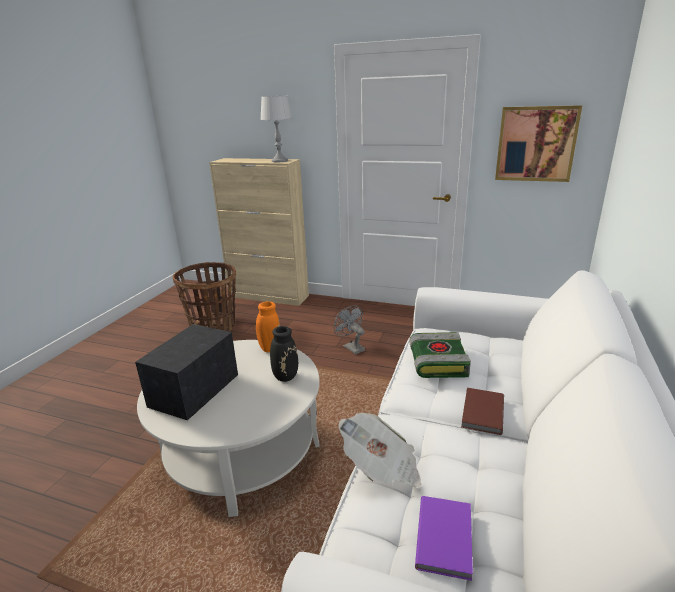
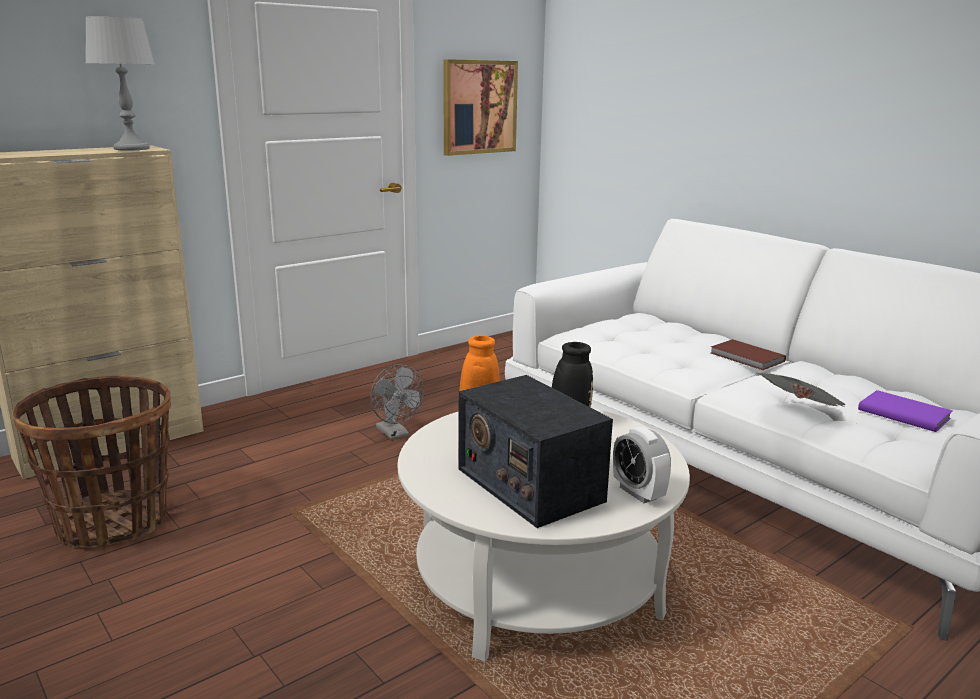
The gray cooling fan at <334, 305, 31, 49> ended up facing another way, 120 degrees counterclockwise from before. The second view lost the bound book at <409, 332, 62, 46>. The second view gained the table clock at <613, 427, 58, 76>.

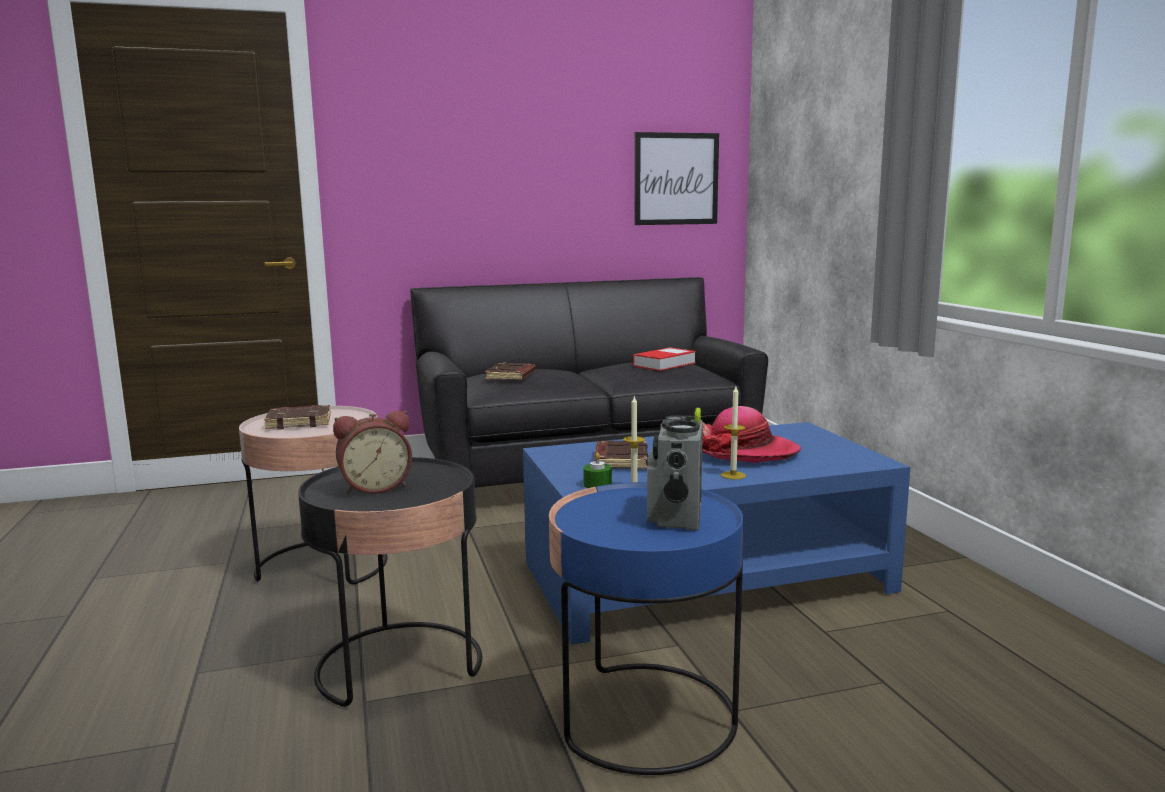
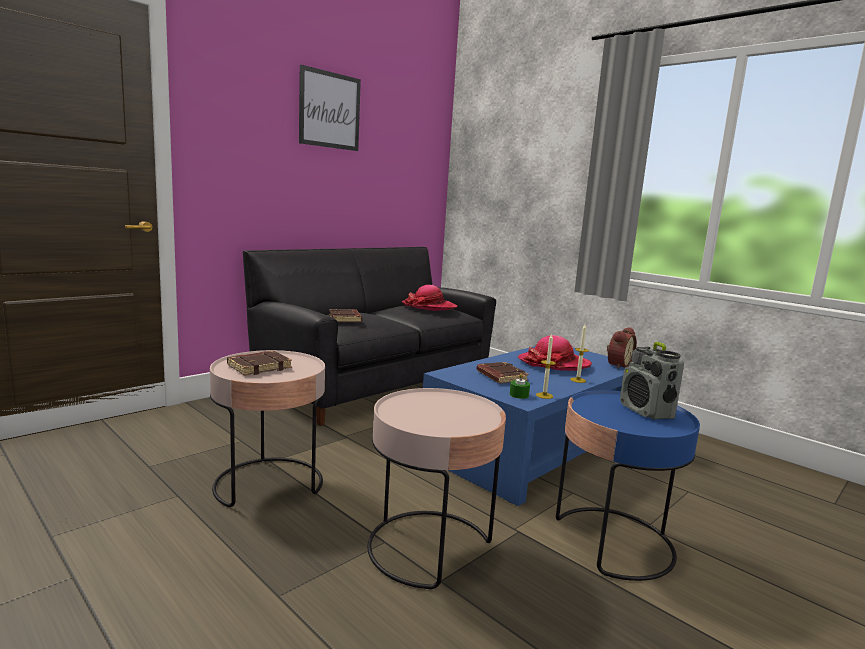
The wall art ended up elsewhere, having gone from <634, 132, 85, 93> to <299, 65, 62, 86>. Where the bound book stood at <633, 347, 63, 24>, the wearable hat came to stand at <402, 285, 56, 26>. The table clock ended up elsewhere, having gone from <333, 410, 79, 84> to <607, 327, 30, 42>. What was the black-coloured accent table at <298, 457, 184, 250> turned into the pinkish accent table at <367, 388, 139, 202>.

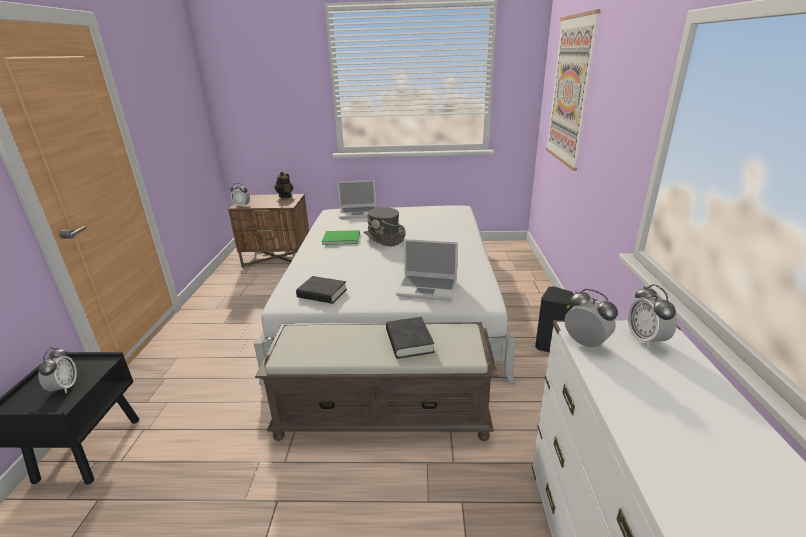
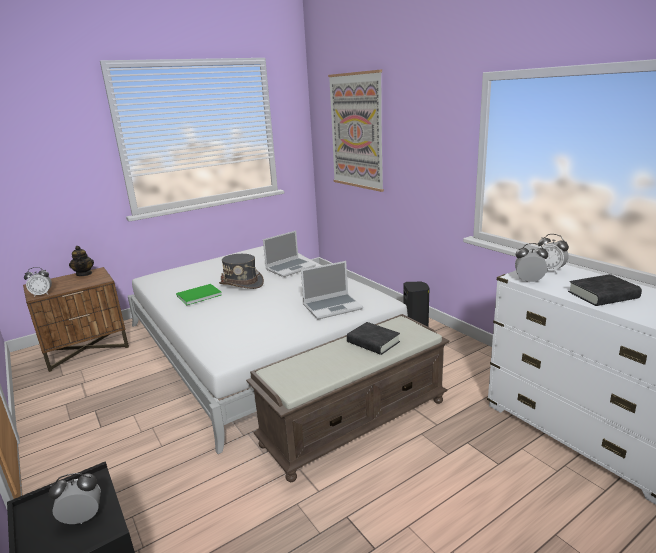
The notebook computer ended up elsewhere, having gone from <338, 180, 38, 39> to <263, 231, 53, 46>. The black-coloured bound book ended up elsewhere, having gone from <296, 276, 51, 28> to <568, 274, 74, 32>. The table clock at <38, 348, 39, 45> ended up facing another way, 60 degrees counterclockwise from before.

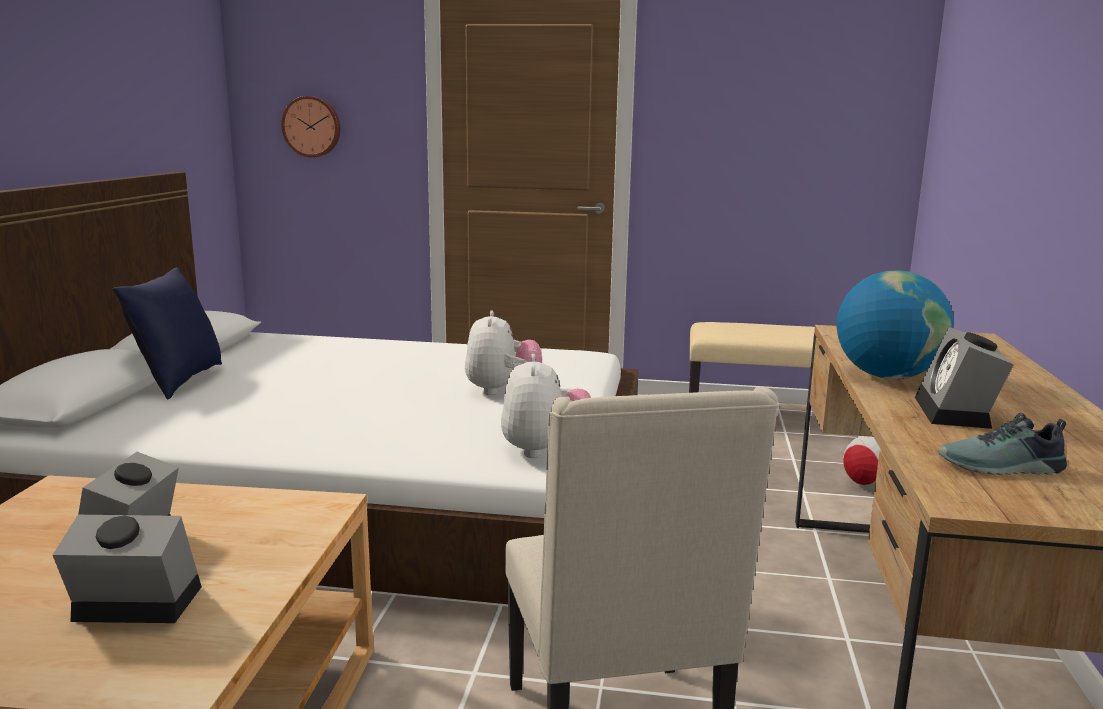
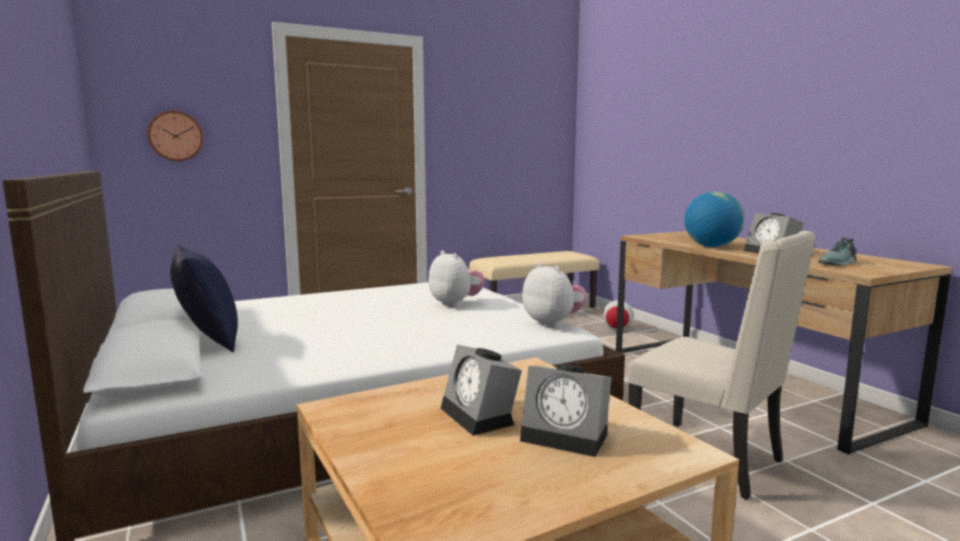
The table clock at <53, 515, 149, 108> ended up facing another way, 120 degrees counterclockwise from before.

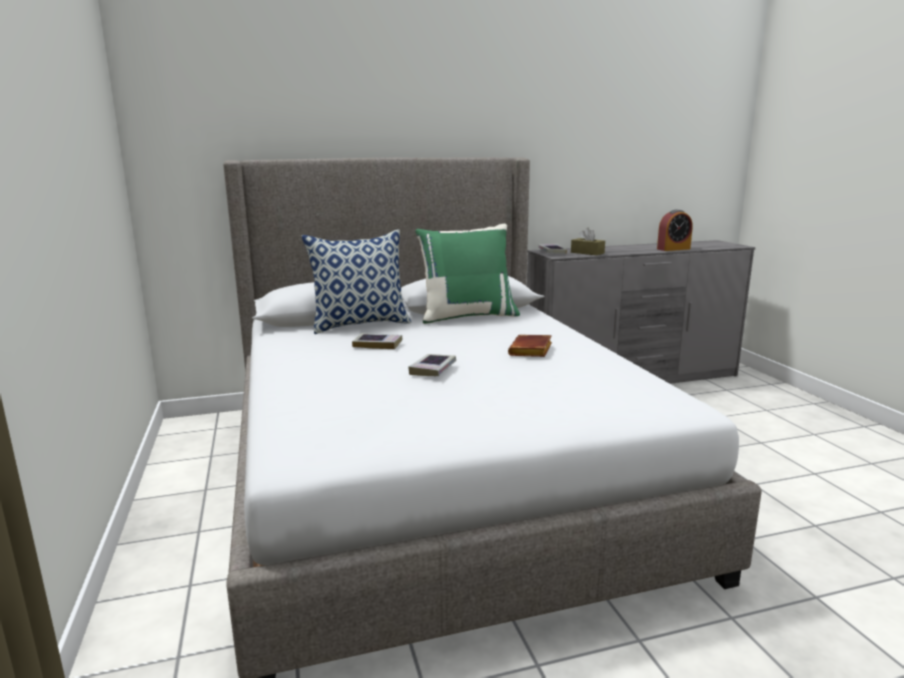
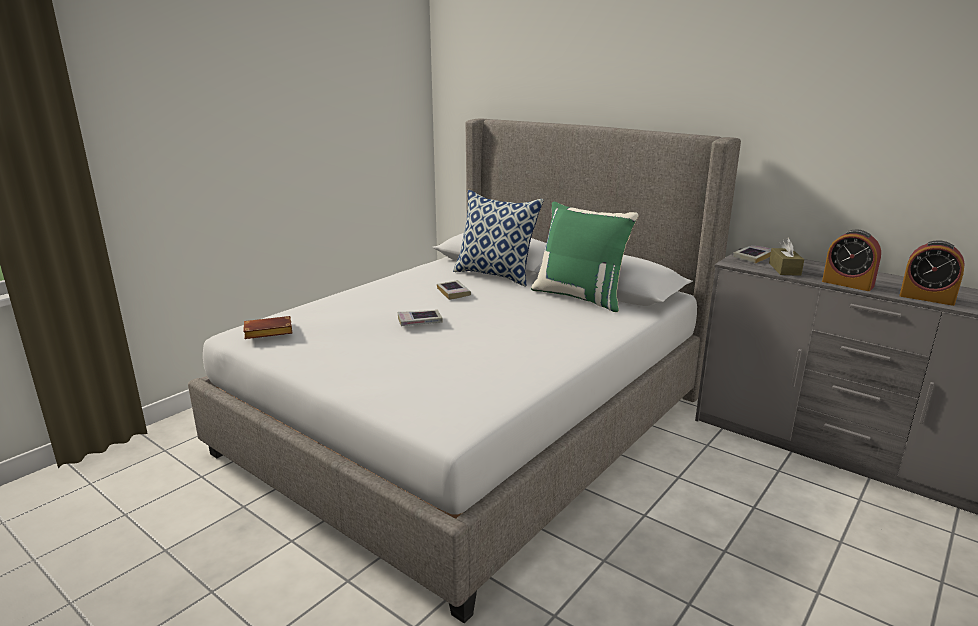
The brown-coloured bound book ended up elsewhere, having gone from <508, 335, 44, 22> to <243, 316, 49, 23>. The second view gained the table clock at <822, 229, 59, 62>.

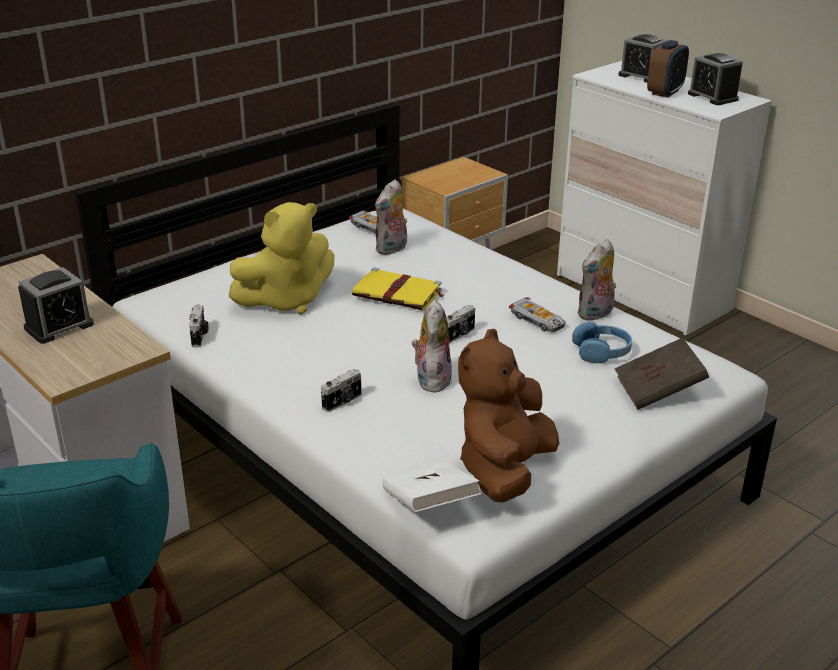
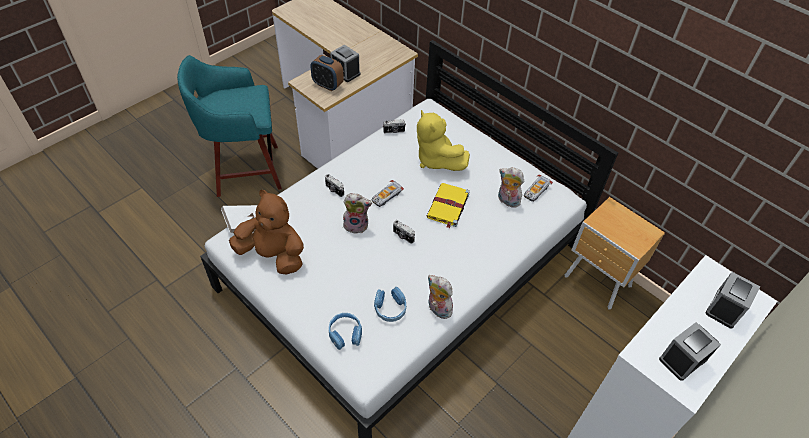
The table clock ended up elsewhere, having gone from <647, 40, 42, 58> to <310, 55, 34, 36>. The toy car ended up elsewhere, having gone from <509, 297, 57, 36> to <371, 180, 33, 27>. Where the brown-coloured bound book stood at <615, 337, 94, 73>, the bluish headset came to stand at <329, 313, 33, 37>.

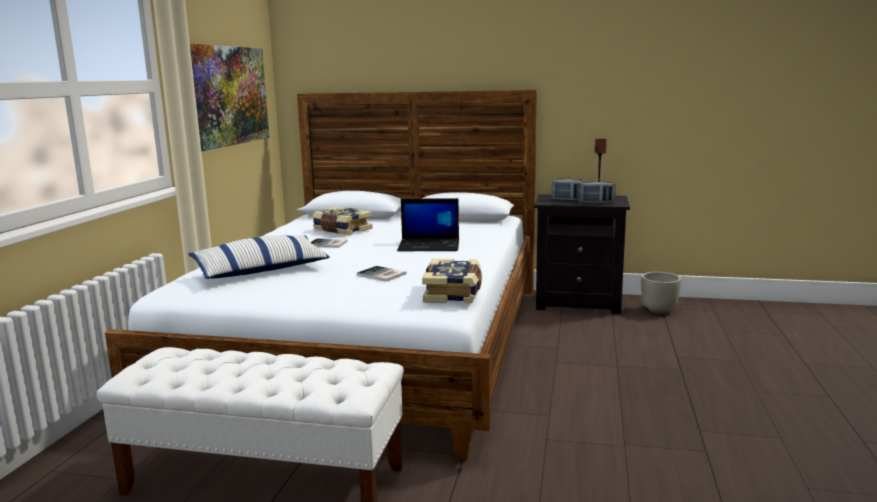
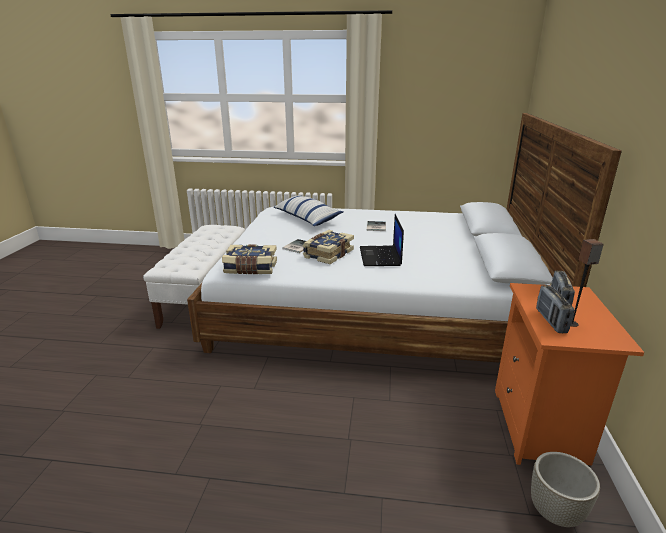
The second view lost the wall art at <190, 43, 79, 108>. What was the black-coloured night table at <534, 194, 96, 120> turned into the orangey night table at <495, 283, 149, 183>. The bound book ended up elsewhere, having gone from <312, 207, 61, 28> to <303, 230, 51, 34>.

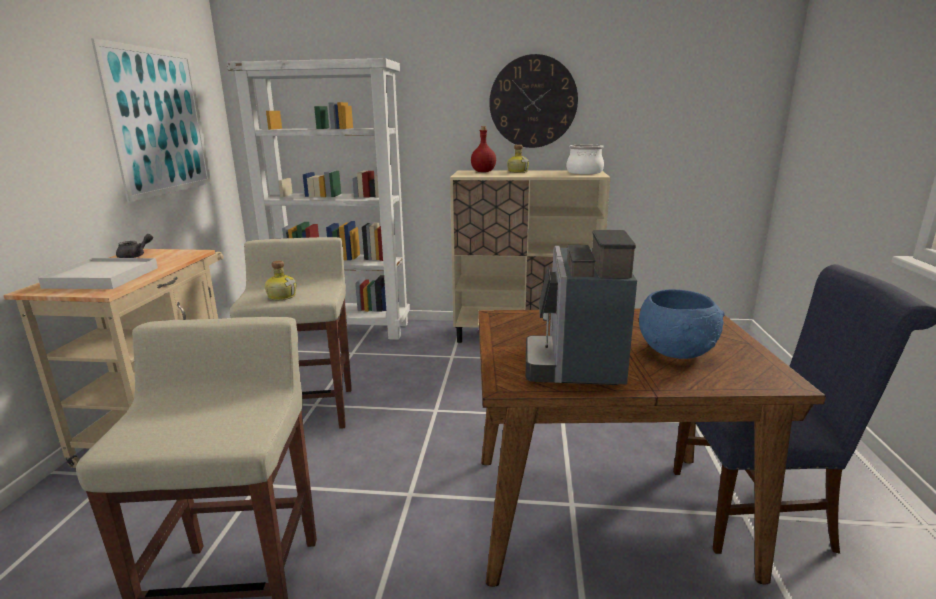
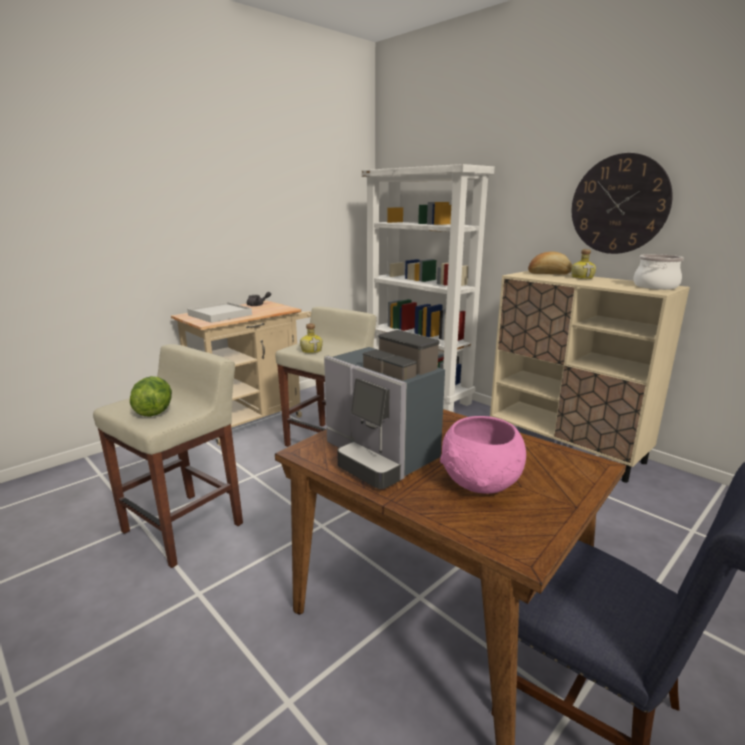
The second view lost the wall art at <91, 38, 120, 164>. Where the red-coloured bottle stood at <471, 126, 25, 46>, the baked bread came to stand at <528, 251, 44, 24>. The coffee machine at <526, 230, 111, 155> ended up facing another way, 90 degrees counterclockwise from before. What was the bluish deep dish at <639, 289, 86, 70> turned into the pinkish deep dish at <440, 416, 86, 78>. The second view gained the head of lettuce at <130, 376, 42, 41>.

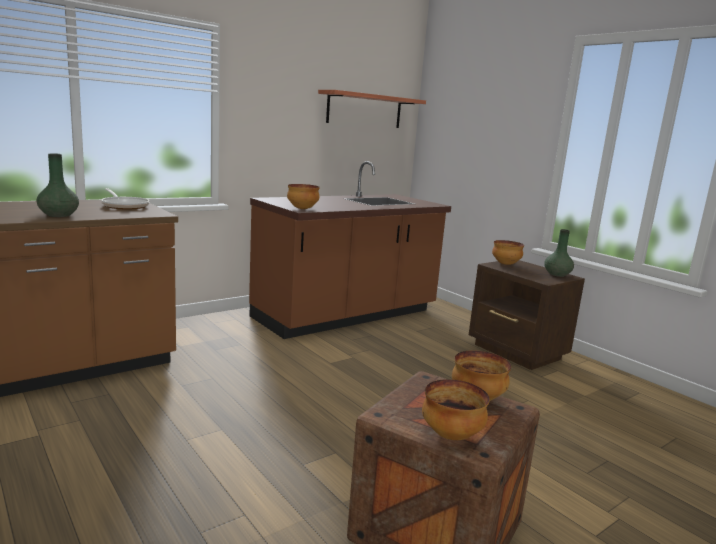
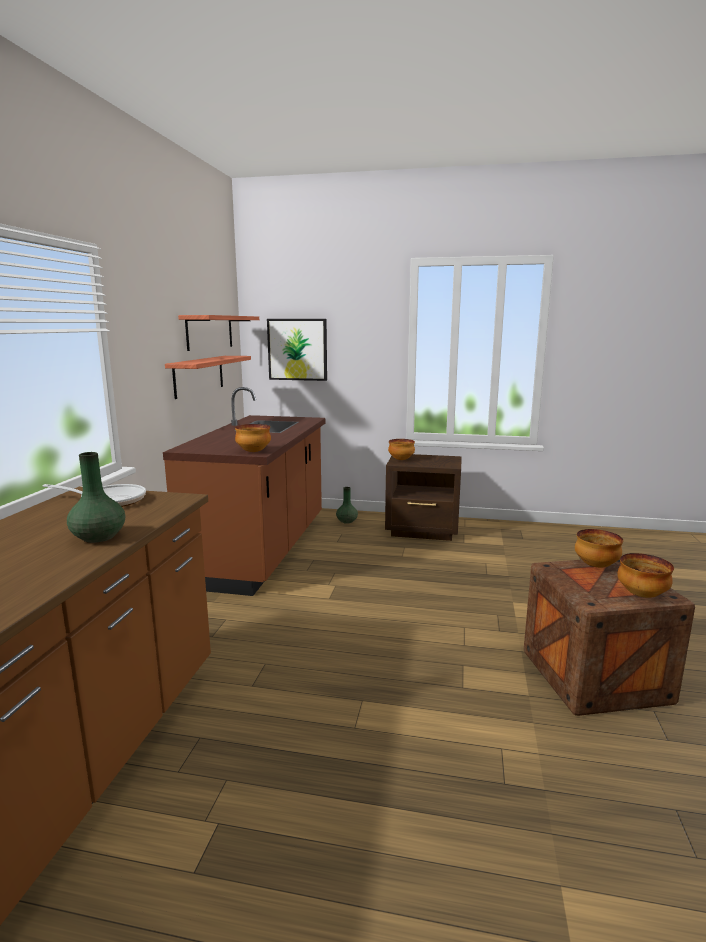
The green-coloured flower vase ended up elsewhere, having gone from <544, 229, 30, 48> to <336, 487, 22, 37>. The second view gained the wall art at <267, 319, 60, 62>. The second view gained the wall shelf at <165, 356, 86, 43>.

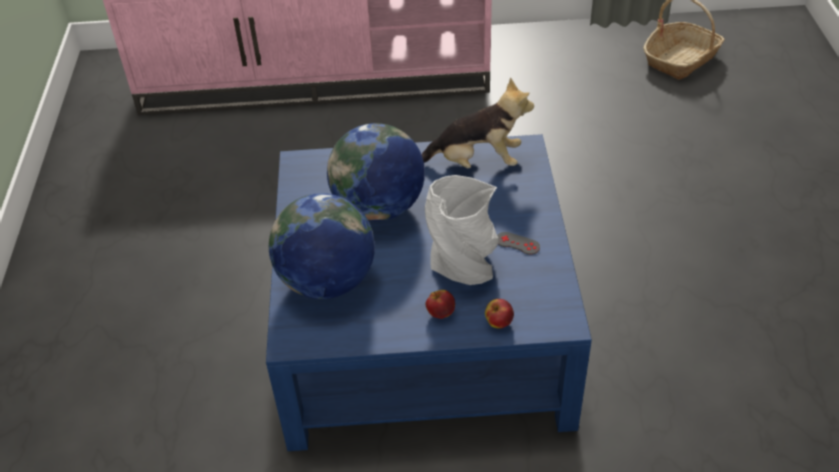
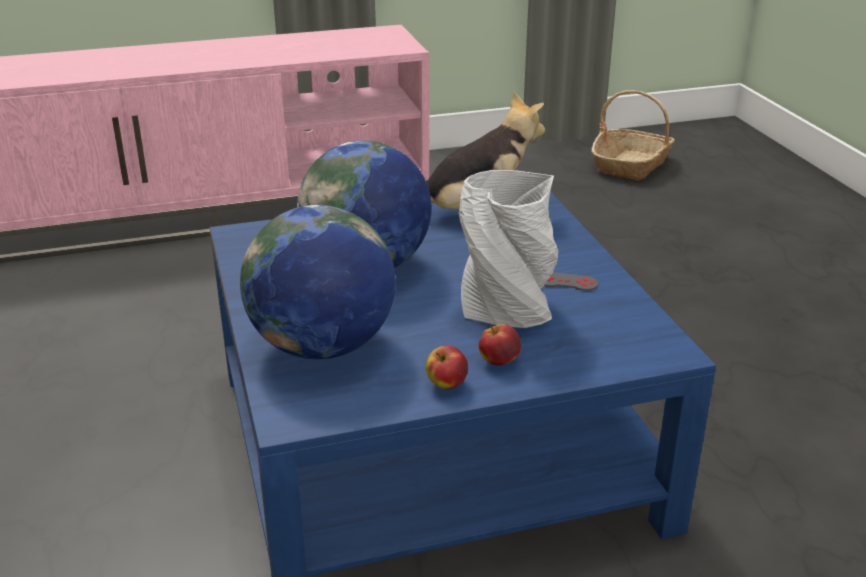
The whole apple ended up elsewhere, having gone from <485, 299, 29, 30> to <426, 345, 42, 44>.

